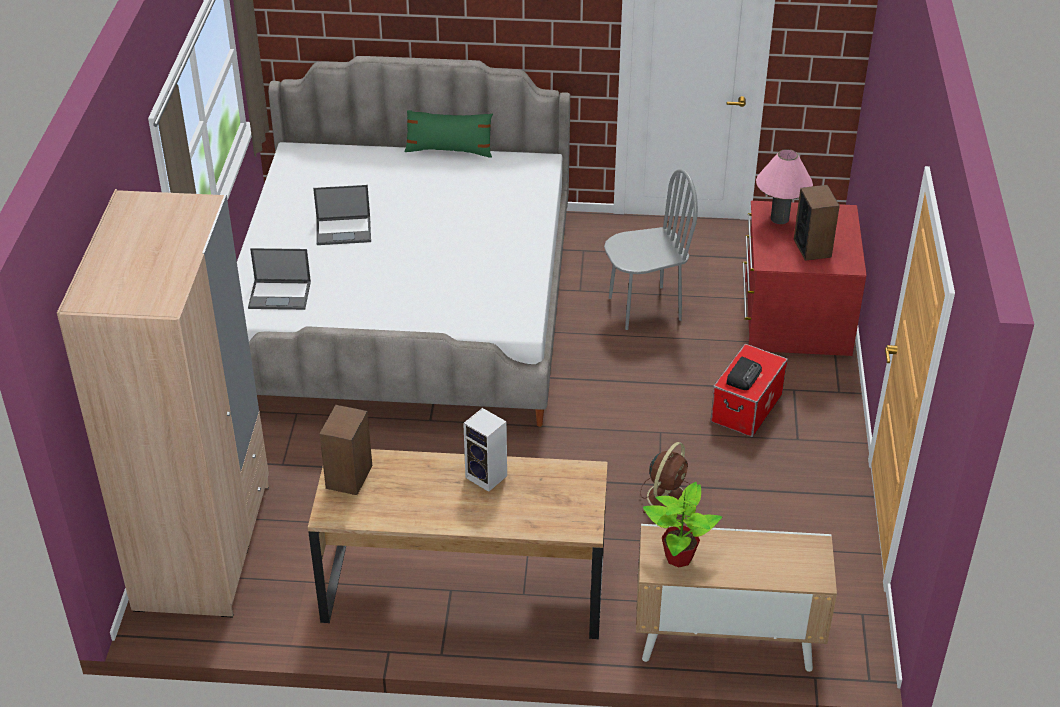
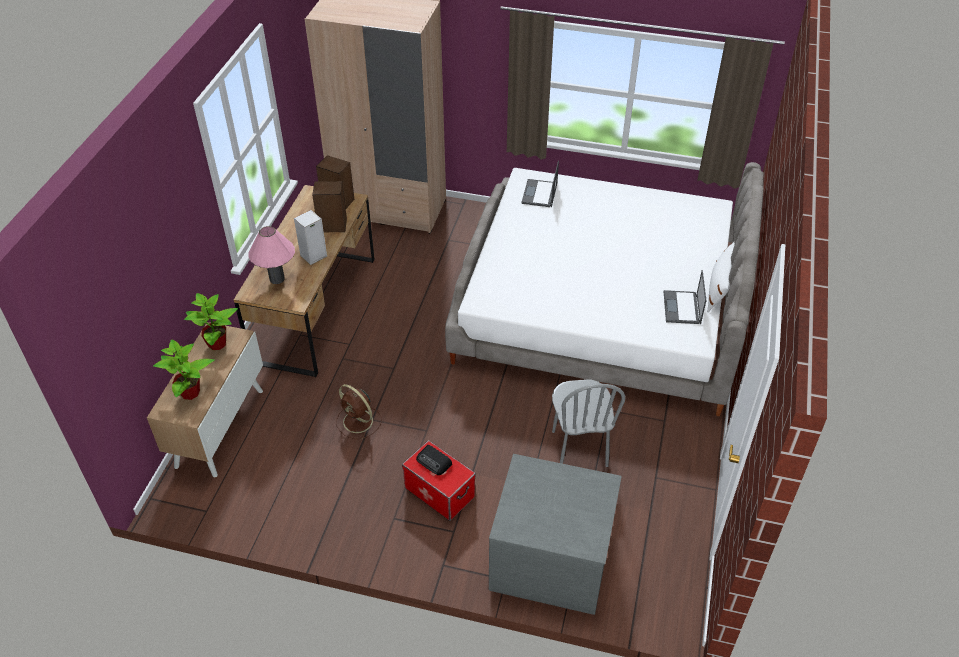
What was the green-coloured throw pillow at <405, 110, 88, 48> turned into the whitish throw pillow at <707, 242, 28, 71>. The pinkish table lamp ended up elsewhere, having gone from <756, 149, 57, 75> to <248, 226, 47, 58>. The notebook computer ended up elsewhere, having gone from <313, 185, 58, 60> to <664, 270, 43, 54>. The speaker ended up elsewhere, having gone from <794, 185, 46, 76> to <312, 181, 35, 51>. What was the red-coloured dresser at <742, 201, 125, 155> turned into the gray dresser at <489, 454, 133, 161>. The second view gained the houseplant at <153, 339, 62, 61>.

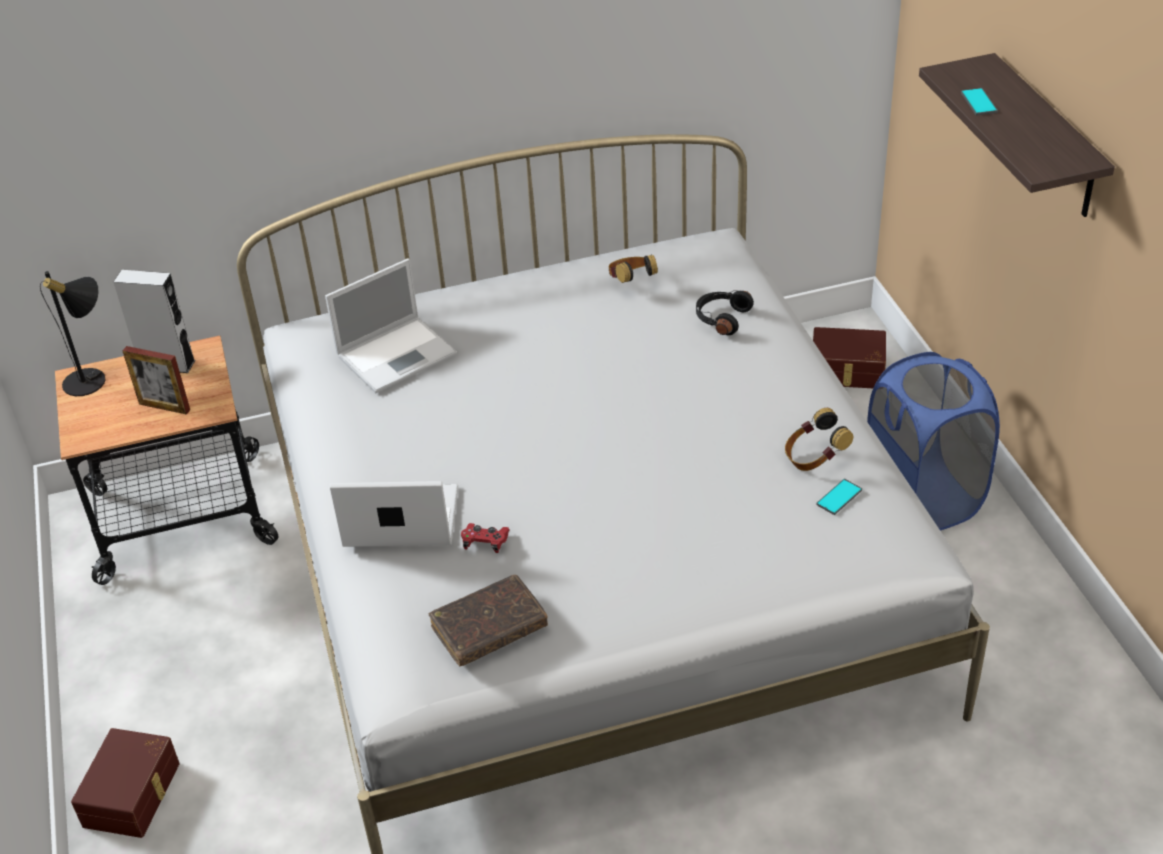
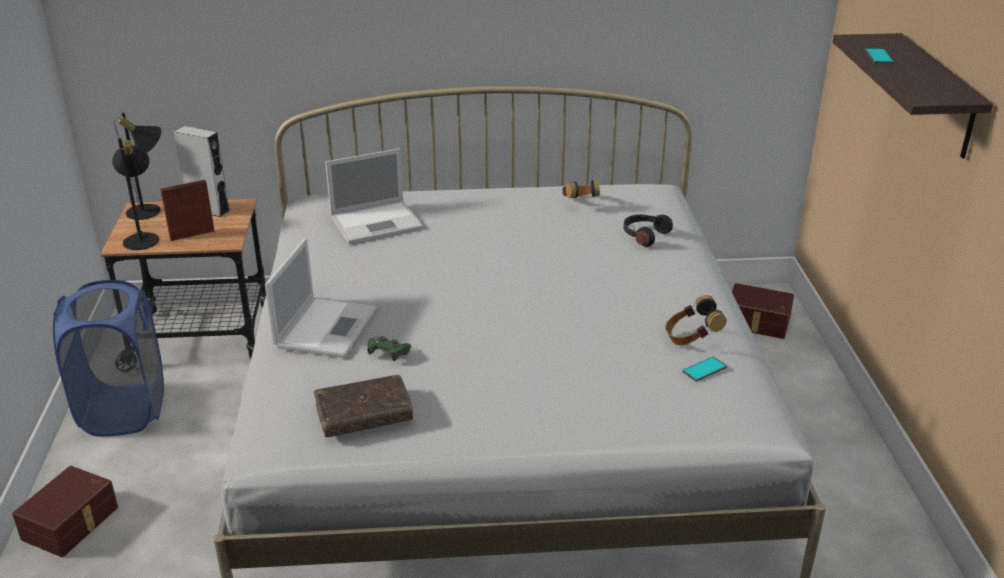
The standing frame at <122, 346, 68, 69> ended up facing another way, 120 degrees clockwise from before. The bluish washing basket ended up elsewhere, having gone from <867, 352, 133, 179> to <53, 280, 111, 156>. The notebook computer at <330, 481, 128, 66> ended up facing another way, 90 degrees clockwise from before. What was the red-coloured gamepad at <461, 523, 49, 30> turned into the green-coloured gamepad at <367, 336, 44, 25>. The second view gained the black-coloured table lamp at <112, 138, 47, 112>.

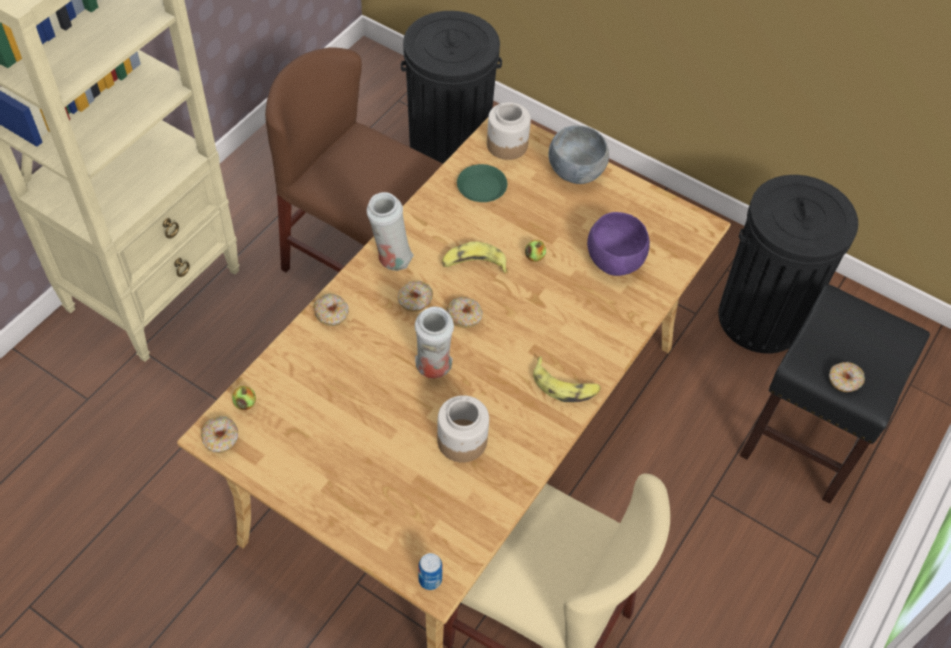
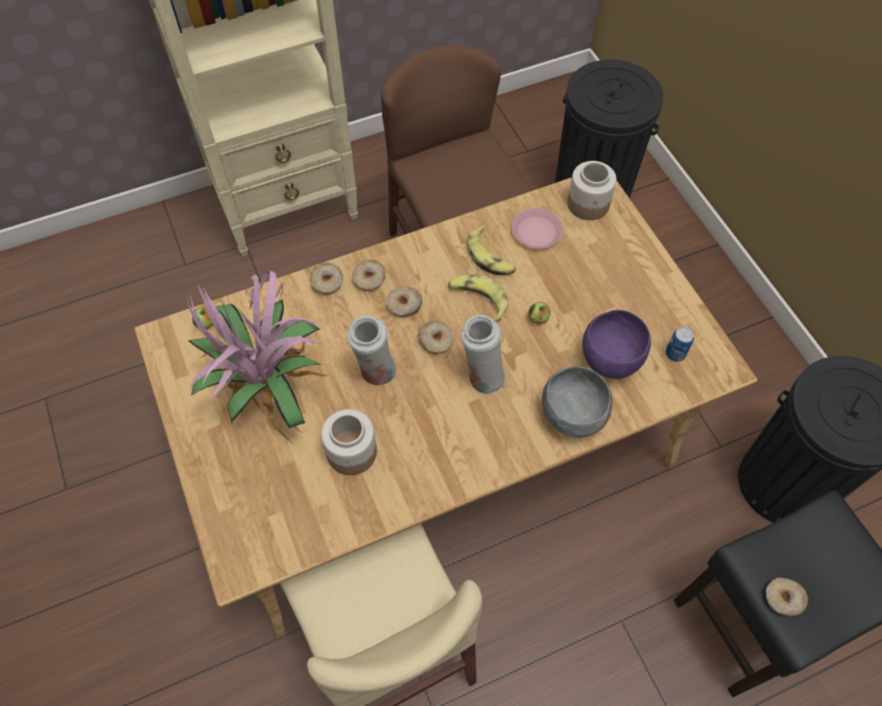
The gray deep dish ended up elsewhere, having gone from <549, 126, 60, 58> to <542, 366, 71, 72>. What was the green-coloured dinner plate at <457, 164, 50, 38> turned into the pinkish dinner plate at <512, 208, 51, 41>. The whitish flower vase ended up elsewhere, having gone from <367, 192, 47, 79> to <461, 315, 44, 80>. The whole banana ended up elsewhere, having gone from <533, 356, 68, 46> to <467, 224, 49, 51>. The doughnut ended up elsewhere, having gone from <201, 416, 37, 37> to <352, 259, 34, 32>. The can ended up elsewhere, having gone from <418, 553, 25, 37> to <666, 327, 28, 35>. The second view gained the houseplant at <185, 270, 145, 172>.

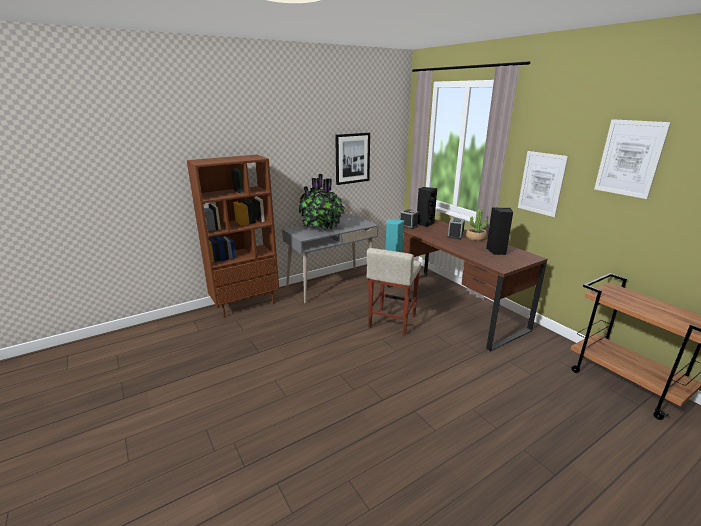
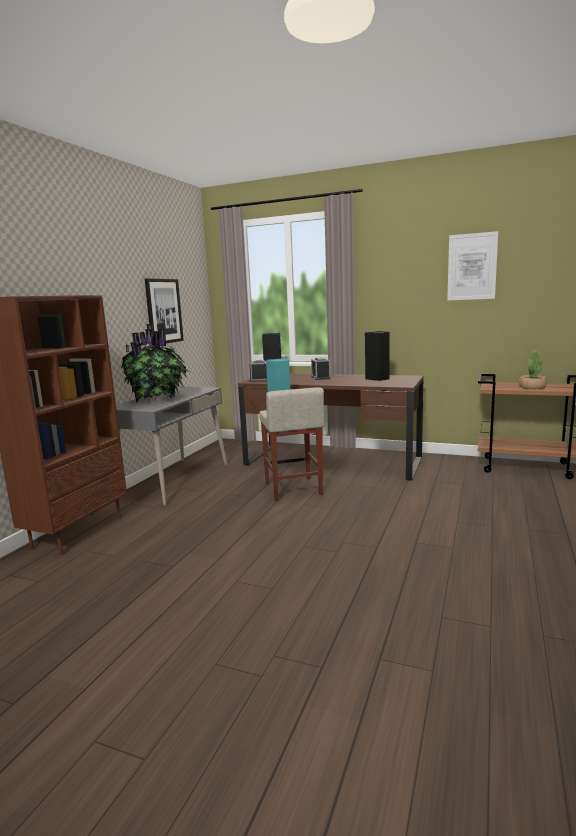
The second view lost the wall art at <518, 151, 50, 66>. The houseplant ended up elsewhere, having gone from <466, 209, 22, 32> to <519, 350, 28, 39>.

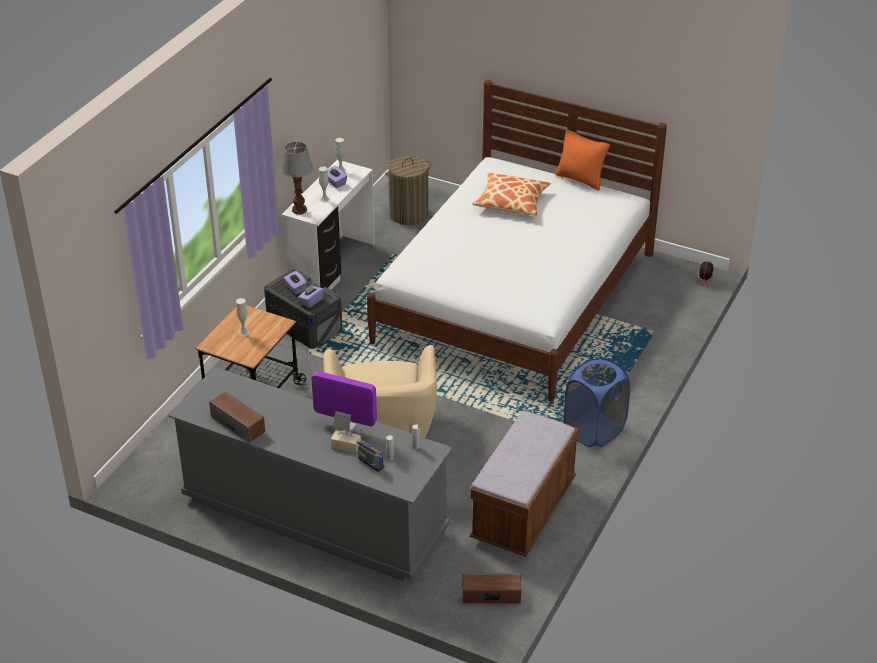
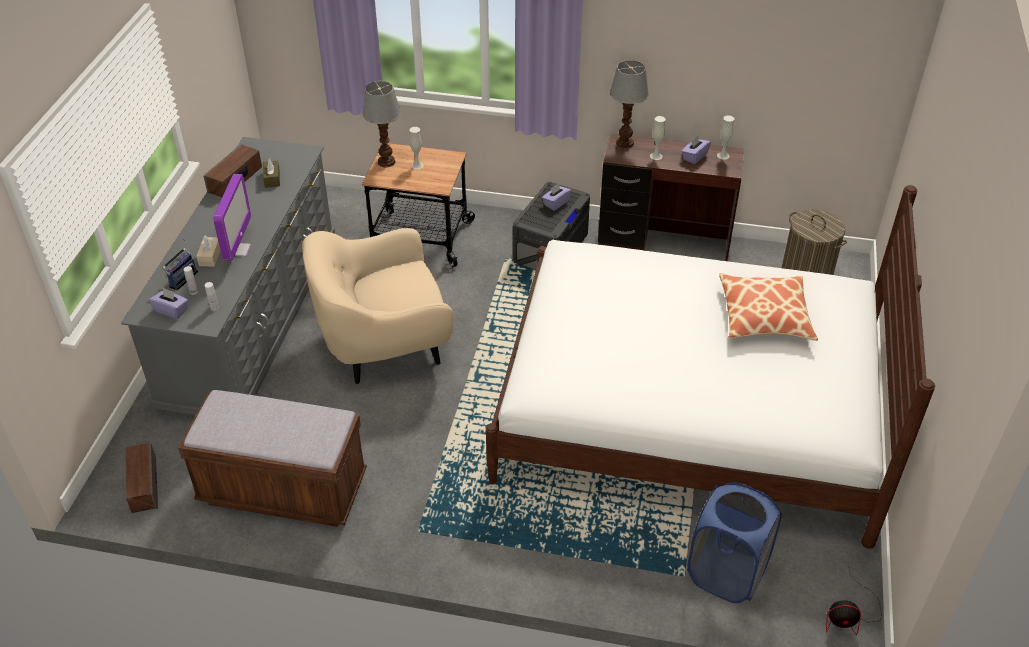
The second view lost the orangey throw pillow at <555, 129, 55, 62>. What was the whitish desk unit at <281, 160, 94, 130> turned into the brown-coloured desk unit at <598, 134, 146, 127>. The purplish tissue box ended up elsewhere, having gone from <298, 284, 26, 24> to <149, 288, 39, 31>. The bluish washing basket ended up elsewhere, having gone from <564, 358, 66, 89> to <687, 482, 95, 121>. The second view gained the table lamp at <362, 81, 39, 86>. The second view gained the brown-coloured tissue box at <263, 158, 17, 30>.

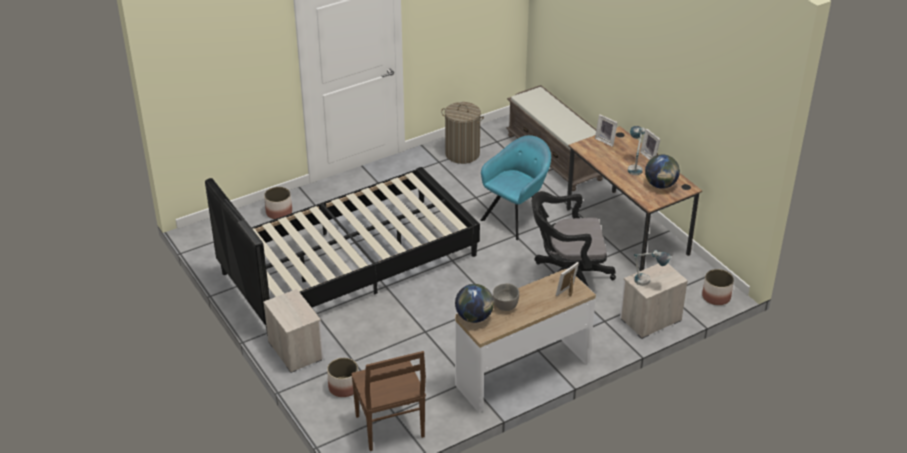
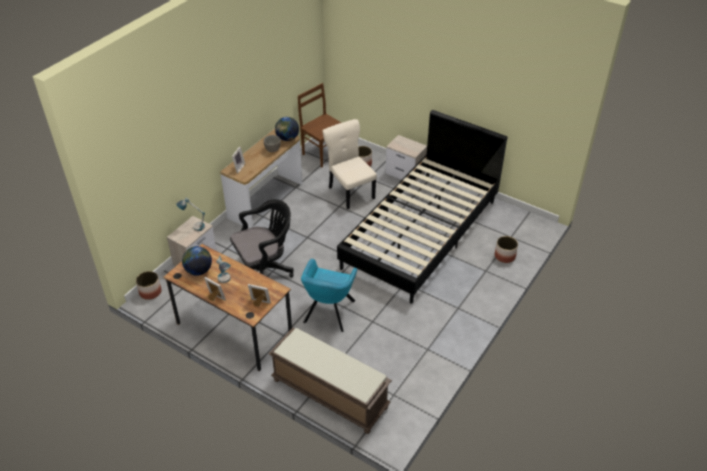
The second view lost the washing basket at <441, 102, 43, 62>. The second view gained the beige-coloured chair at <322, 119, 55, 90>.

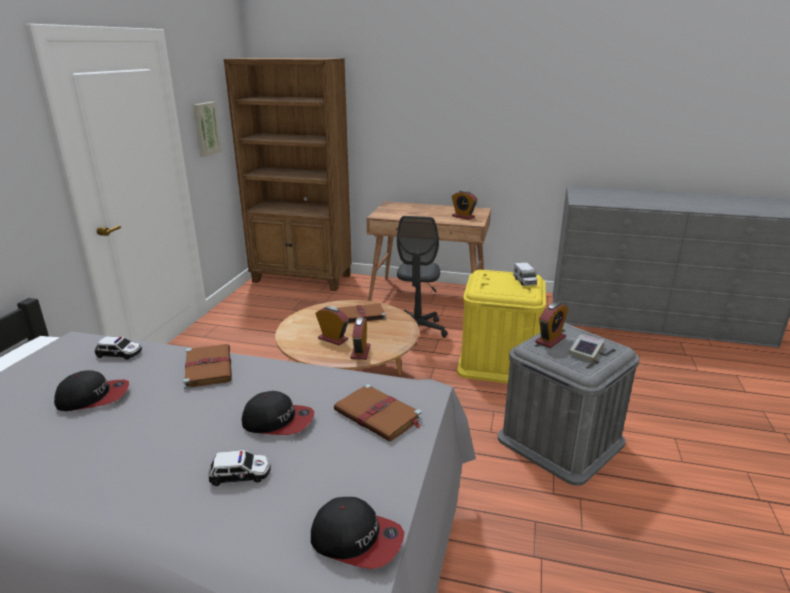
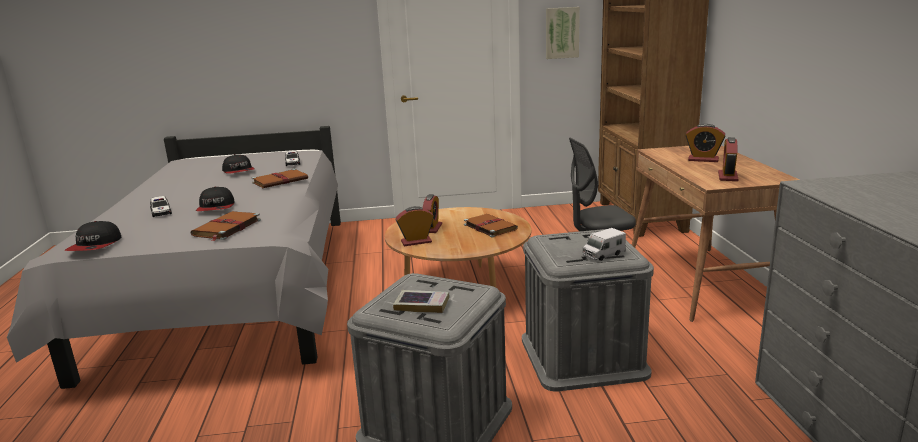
What was the yellowish storage box at <457, 270, 89, 113> turned into the gray storage box at <522, 229, 132, 163>. The table clock ended up elsewhere, having gone from <535, 302, 33, 46> to <686, 124, 39, 38>.

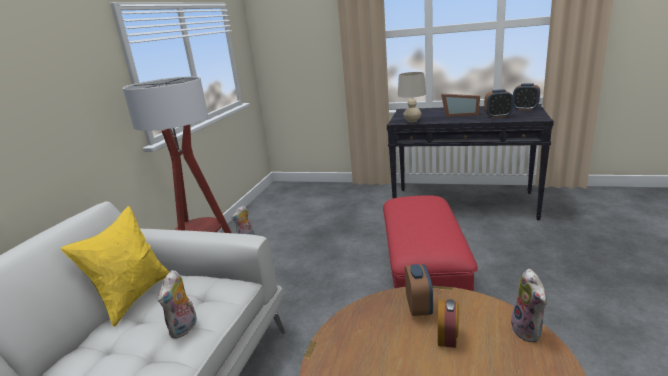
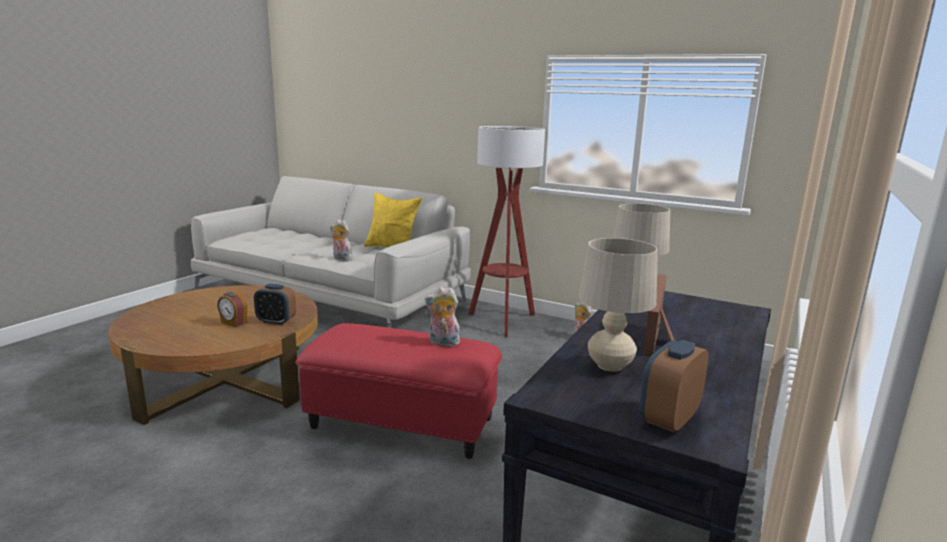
Where the table clock stood at <484, 89, 29, 29>, the beige-coloured table lamp came to stand at <578, 238, 80, 134>. The soft toy ended up elsewhere, having gone from <511, 269, 36, 73> to <425, 287, 35, 59>.

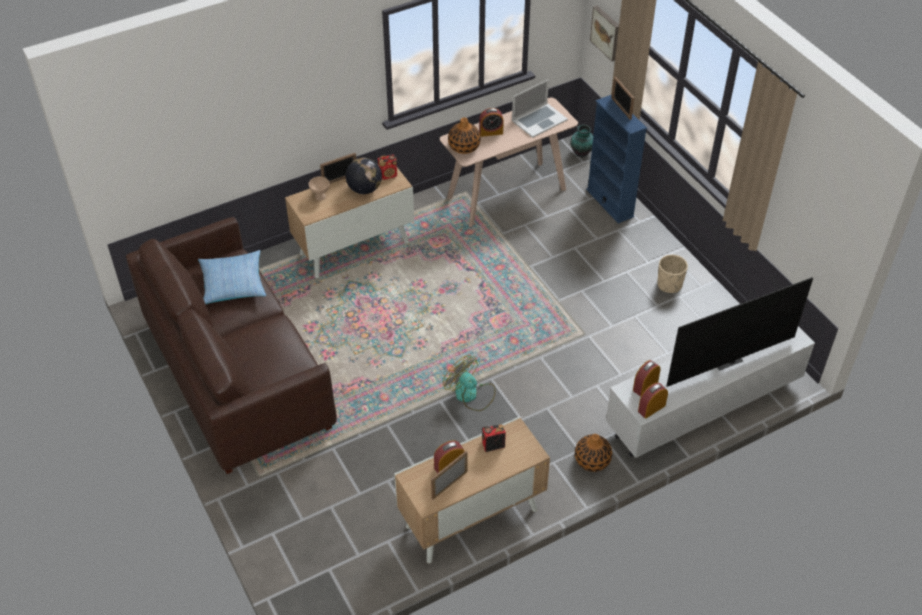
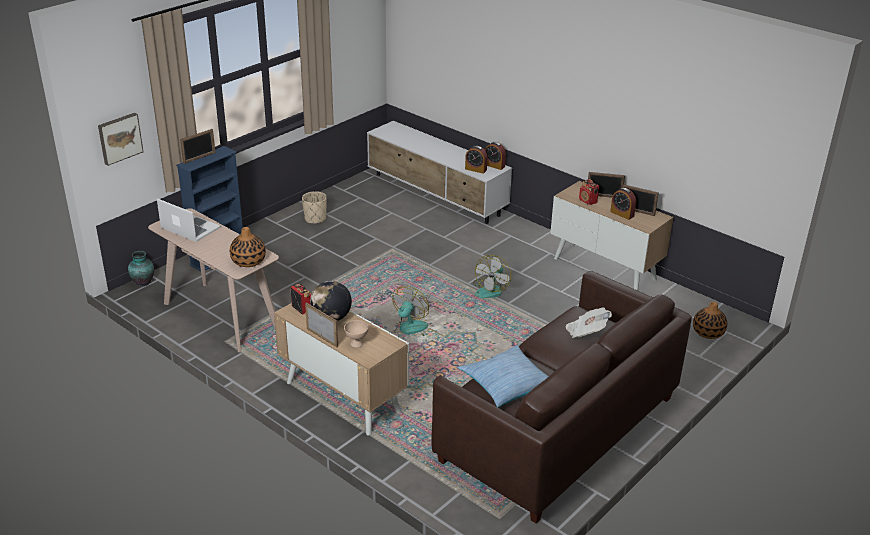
The second view lost the table clock at <479, 108, 25, 29>. The second view lost the TV set at <667, 277, 146, 110>. The flower vase ended up elsewhere, having gone from <575, 434, 37, 38> to <693, 302, 34, 37>. The second view gained the standing frame at <588, 172, 37, 26>. The second view gained the cooling fan at <392, 286, 37, 50>. The second view gained the daily paper at <565, 307, 47, 31>.

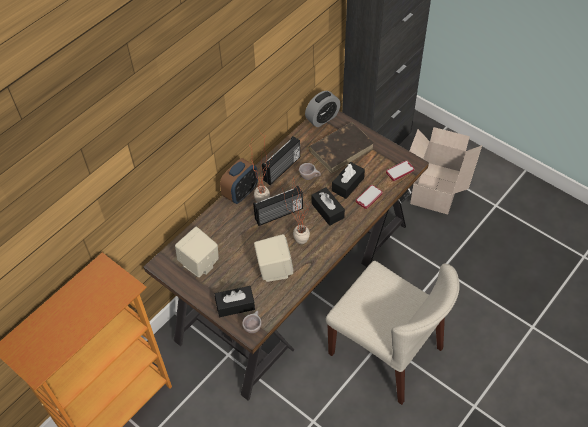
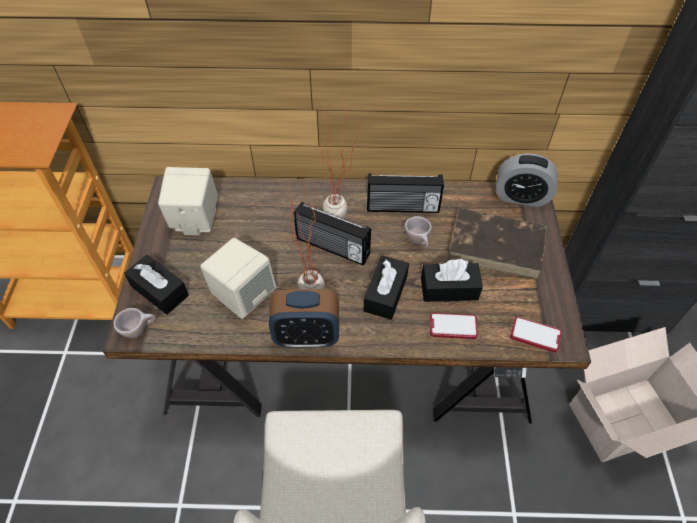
The table clock ended up elsewhere, having gone from <220, 158, 38, 46> to <269, 289, 70, 58>.

